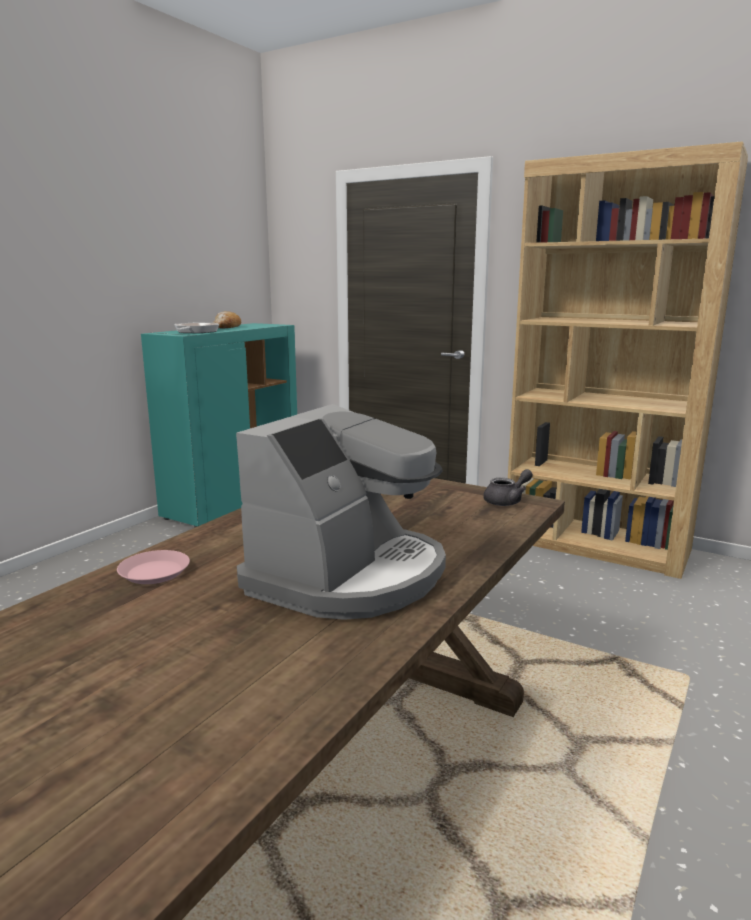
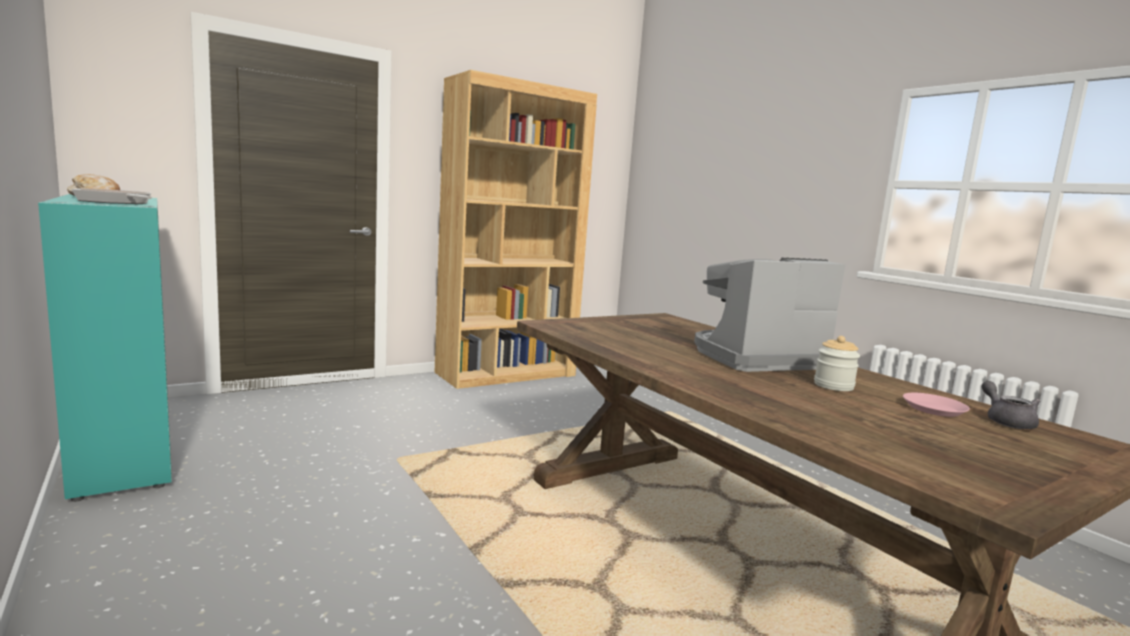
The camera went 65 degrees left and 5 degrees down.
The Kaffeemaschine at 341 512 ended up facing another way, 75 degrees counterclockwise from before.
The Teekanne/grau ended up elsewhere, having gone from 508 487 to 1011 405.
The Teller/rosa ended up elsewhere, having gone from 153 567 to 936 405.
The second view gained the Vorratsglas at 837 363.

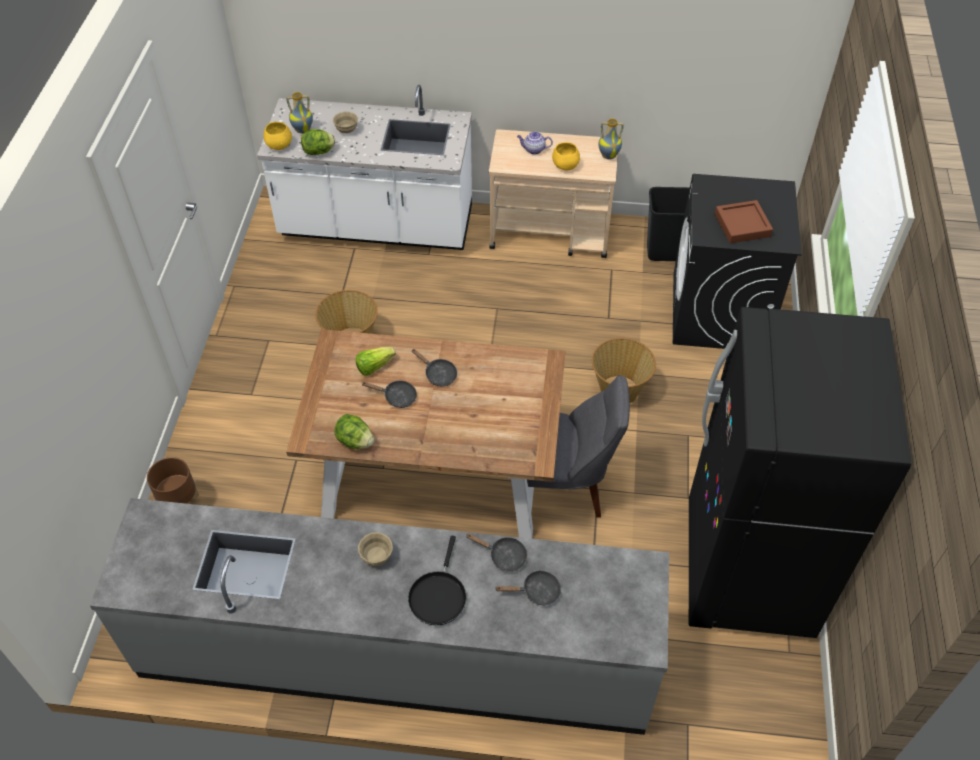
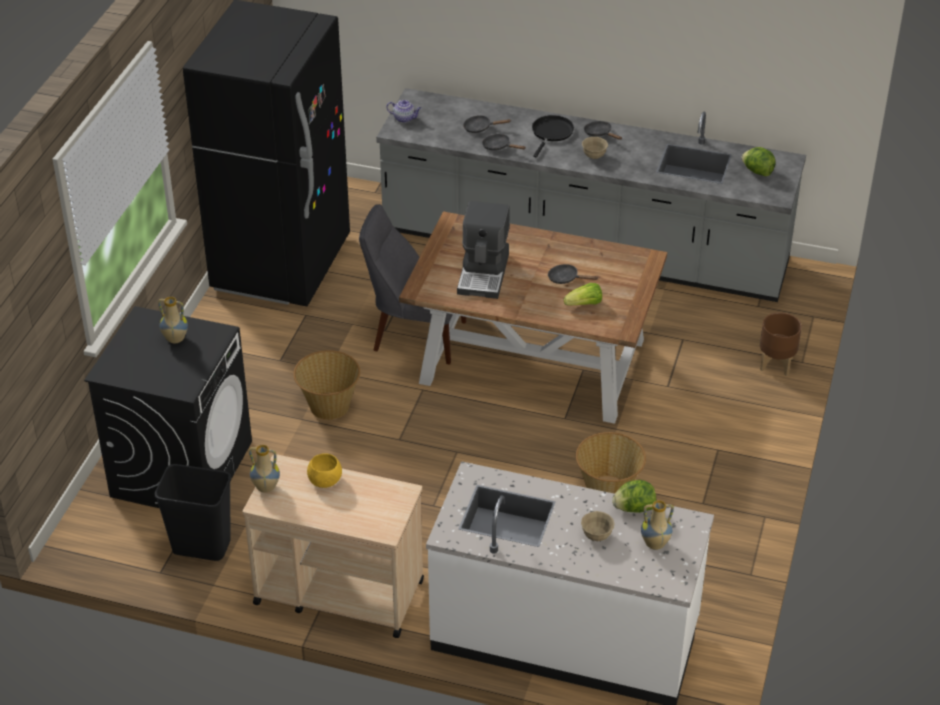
The camera went 170 degrees left and 10 degrees down.
The second view lost the Schüssel/gelb at 278 136.
The Teekanne ended up elsewhere, having gone from 535 143 to 403 111.
Where the Tablett/braun stood at 744 221, the Vase came to stand at 173 320.
The Pfanne/schwarz ended up elsewhere, having gone from 434 367 to 603 130.
The Salatkopf ended up elsewhere, having gone from 354 431 to 758 162.
The second view gained the Kaffeemaschine at 483 250.

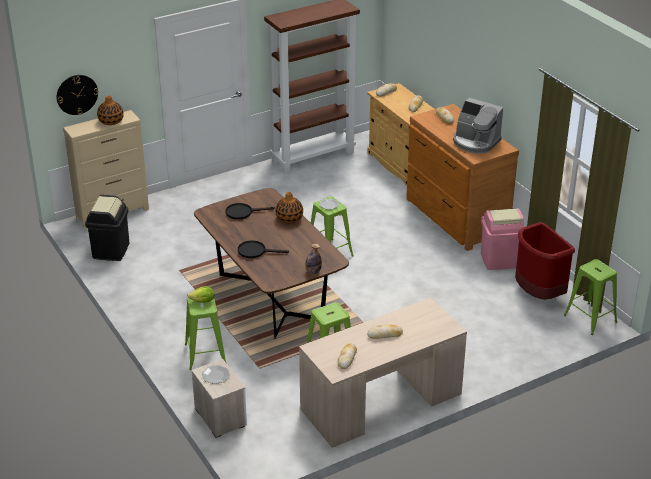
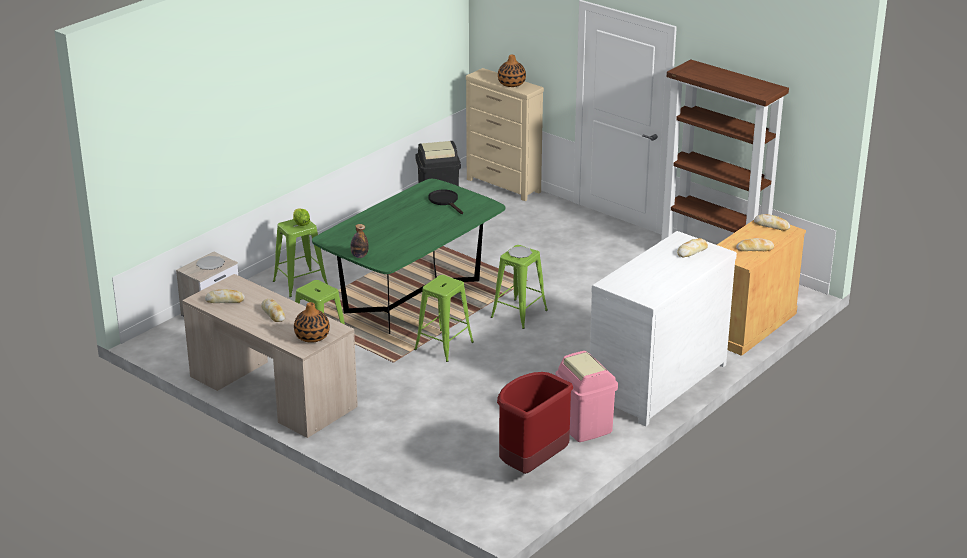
The camera went 70 degrees right and 5 degrees down.
The second view lost the Wanduhr at 77 95.
The second view lost the Kaffeemaschine at 478 126.
What was the Kommode/braun at 462 177 turned into the Kommode/weiß at 663 328.
What was the Esstisch/braun at 271 263 turned into the Esstisch/grün at 408 256.
The Vase ended up elsewhere, having gone from 289 207 to 312 322.
The second view lost the Pfanne/schwarz at 263 249.
The Hocker/grün ended up elsewhere, having gone from 590 297 to 444 318.

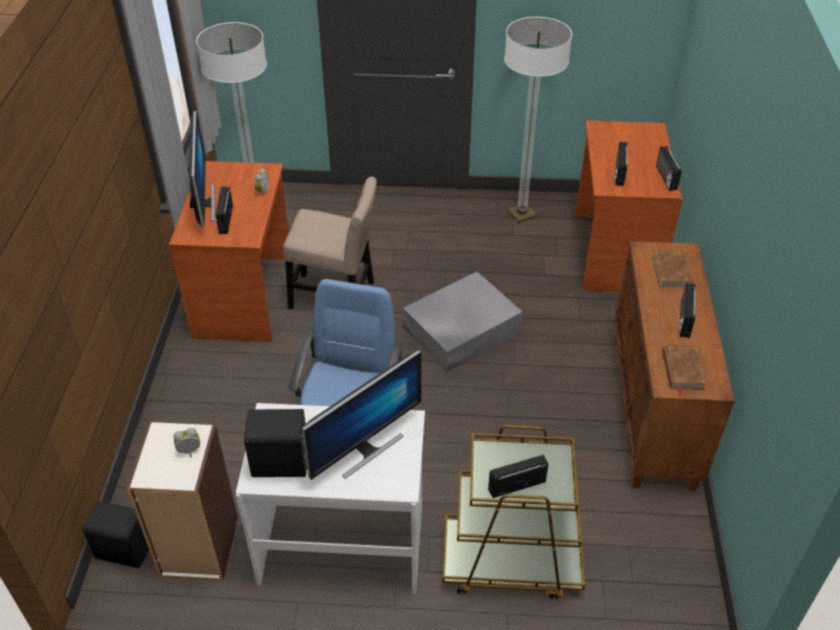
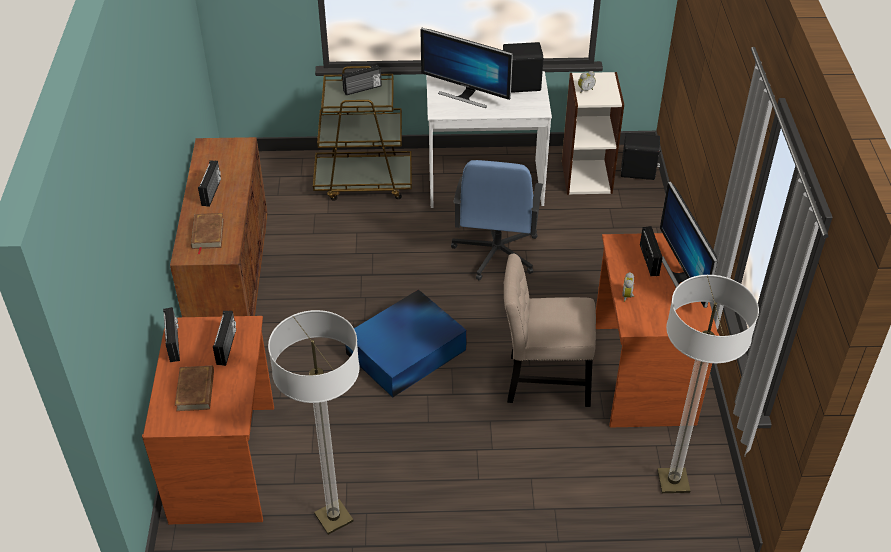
The camera went 175 degrees right and 0 degrees up.
What was the Aufbewahrungsbox/grau at 463 322 turned into the Aufbewahrungsbox/blau at 406 343.
The Buch/braun ended up elsewhere, having gone from 684 370 to 194 388.
The Monitor at 361 414 ended up facing another way, 105 degrees counterclockwise from before.

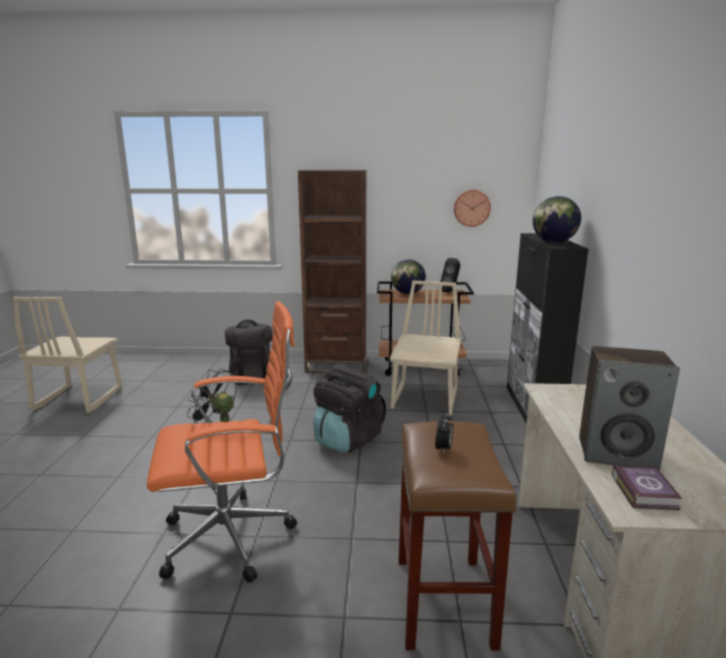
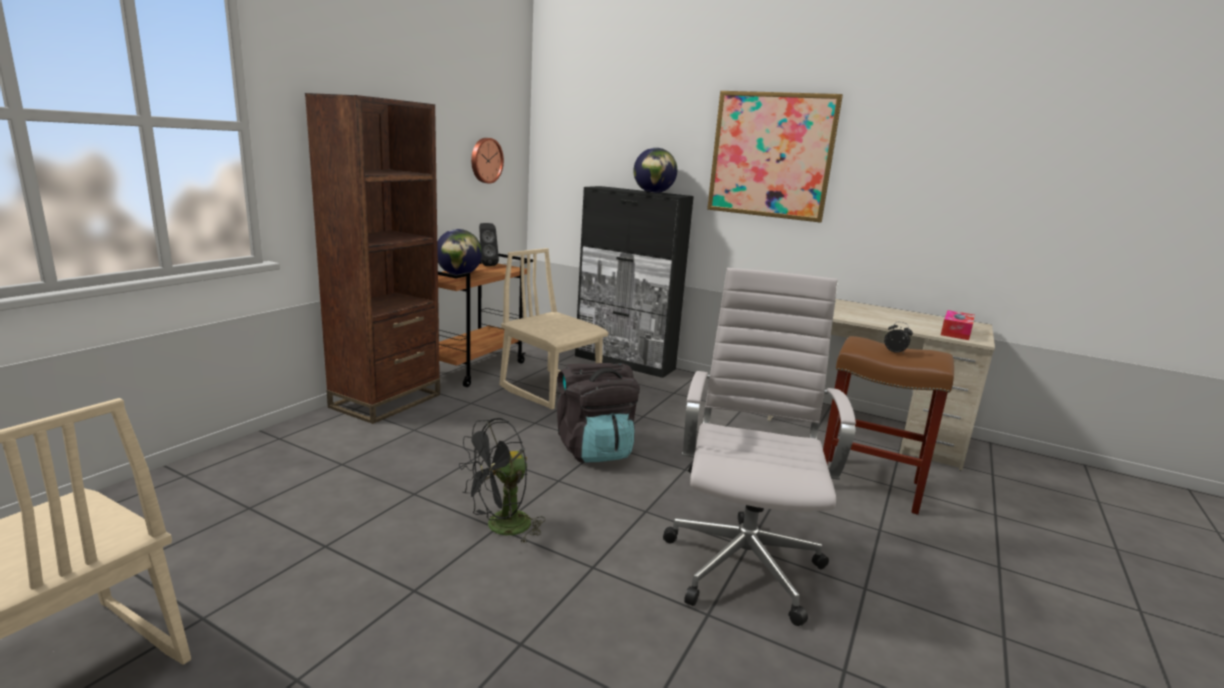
The camera went 65 degrees left and 0 degrees up.
What was the Bürostuhl/orange at 222 442 turned into the Bürostuhl/weiß at 759 447.
The second view lost the Rucksack/schwarz at 249 352.
The second view lost the Lautsprecher at 629 408.
Where the Buch stood at 647 487, the Taschentuchbox came to stand at 958 325.
The second view gained the Bild at 775 157.

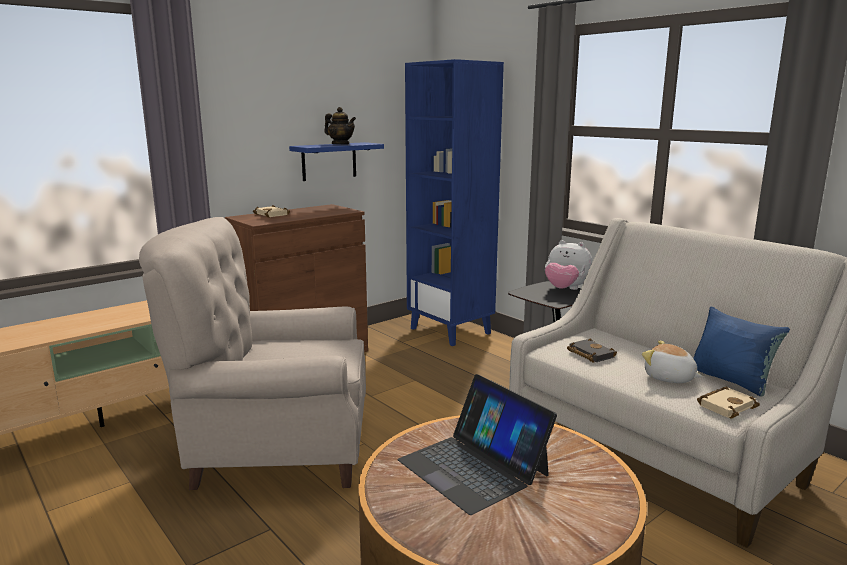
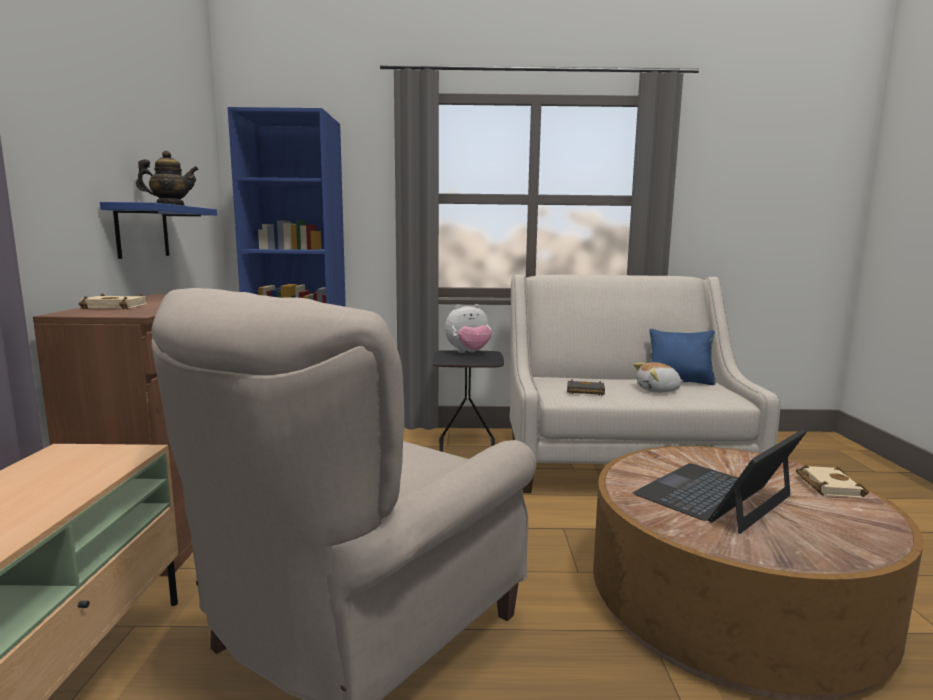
The camera went 50 degrees left and 5 degrees down.
The Laptop at 477 444 ended up facing another way, 135 degrees clockwise from before.
The Buch/beige ended up elsewhere, having gone from 728 402 to 832 481.

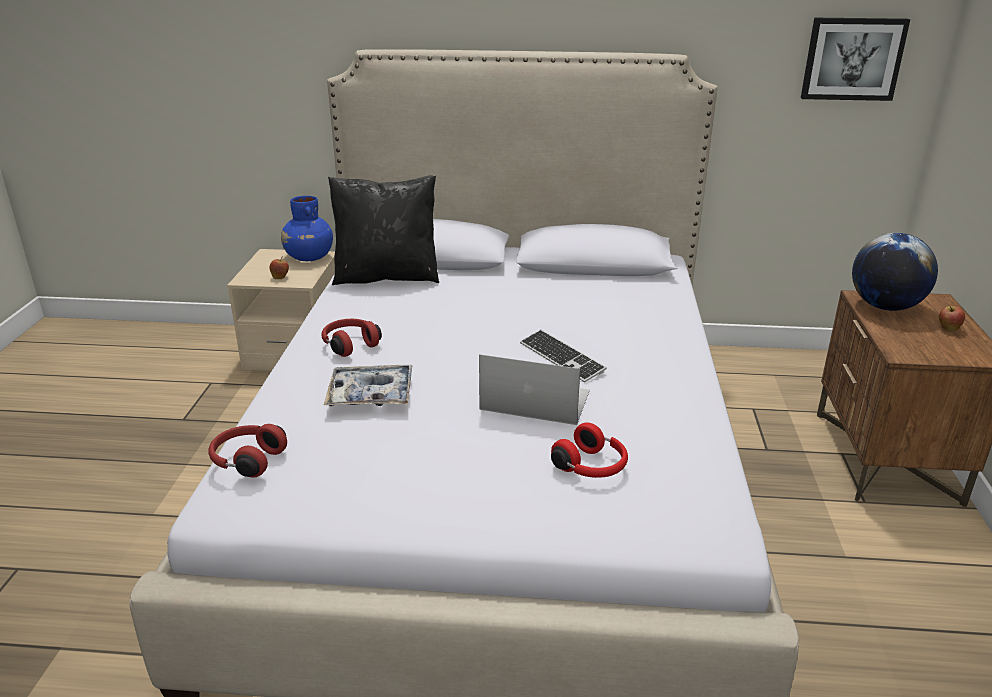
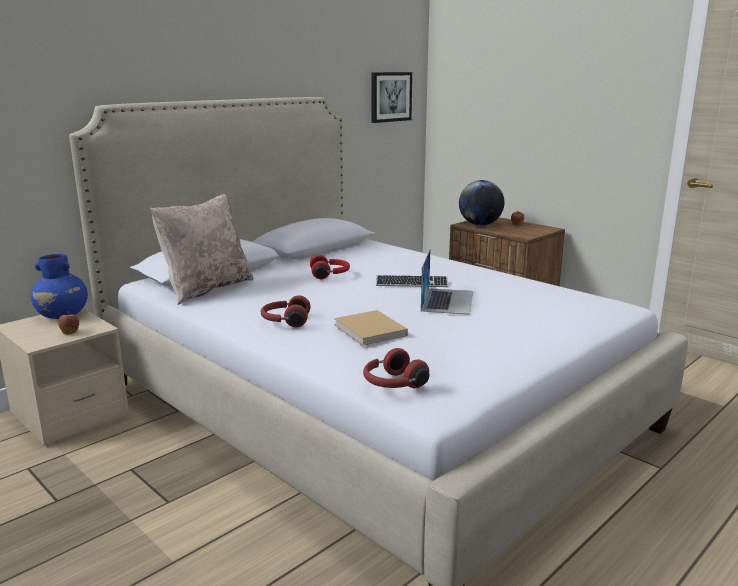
The camera went 50 degrees left and 10 degrees down.
What was the Kissen/schwarz at 383 230 turned into the Kissen/beige at 201 249.
The Laptop at 534 389 ended up facing another way, 135 degrees clockwise from before.
Where the Tablett stood at 368 385, the Buch/beige came to stand at 371 328.
The Kopfhörer/rot ended up elsewhere, having gone from 589 450 to 330 267.

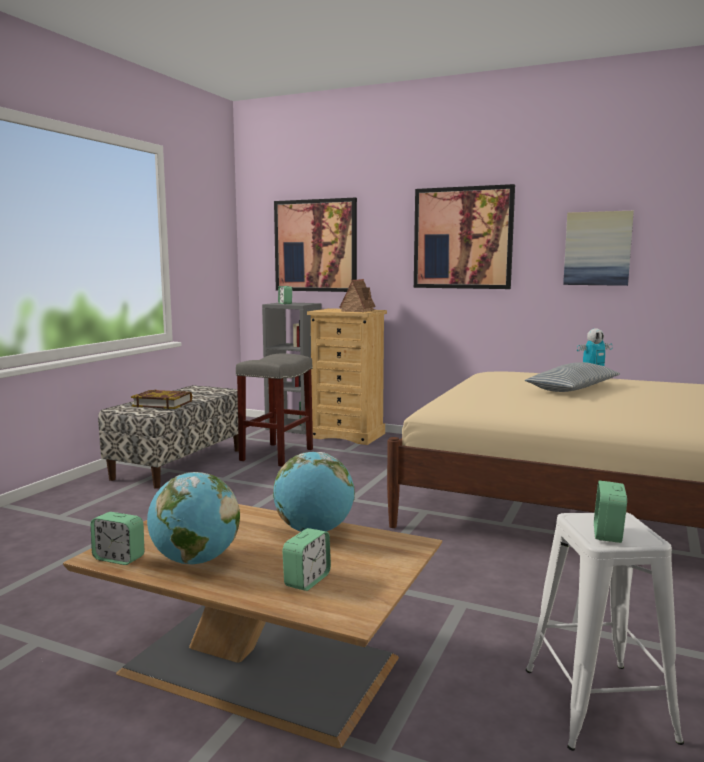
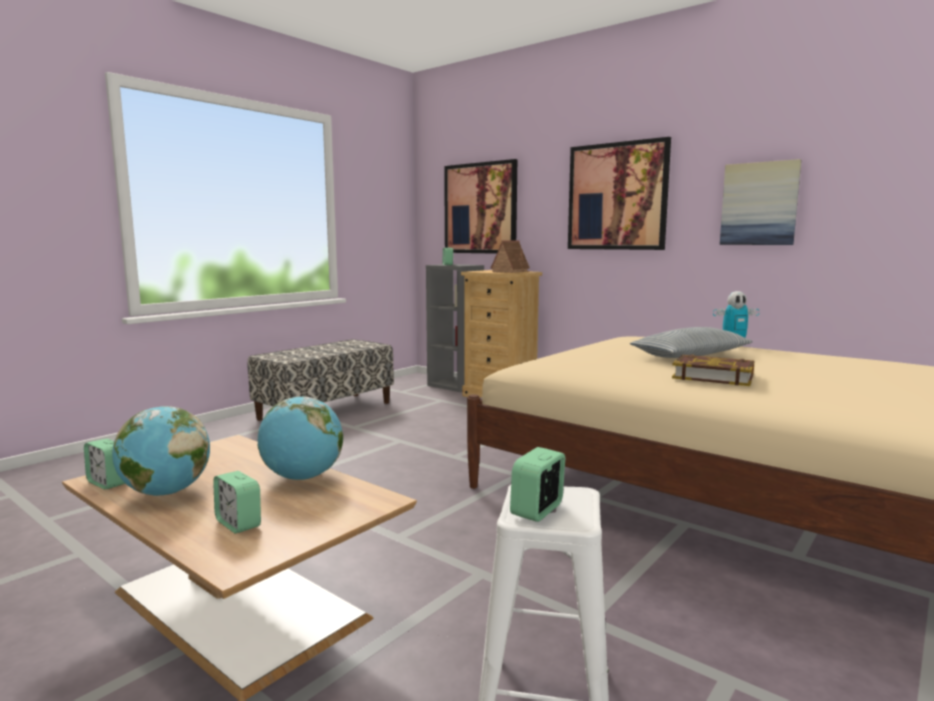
The camera went 15 degrees right and 0 degrees up.
The second view lost the Hocker/grau at 274 410.
The Buch ended up elsewhere, having gone from 161 399 to 713 370.
The Wecker at 306 559 ended up facing another way, 90 degrees clockwise from before.

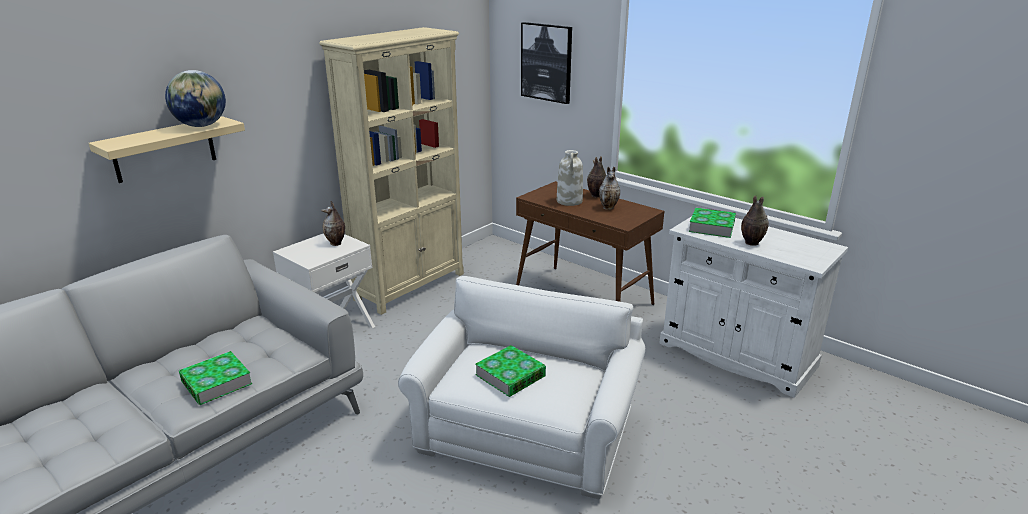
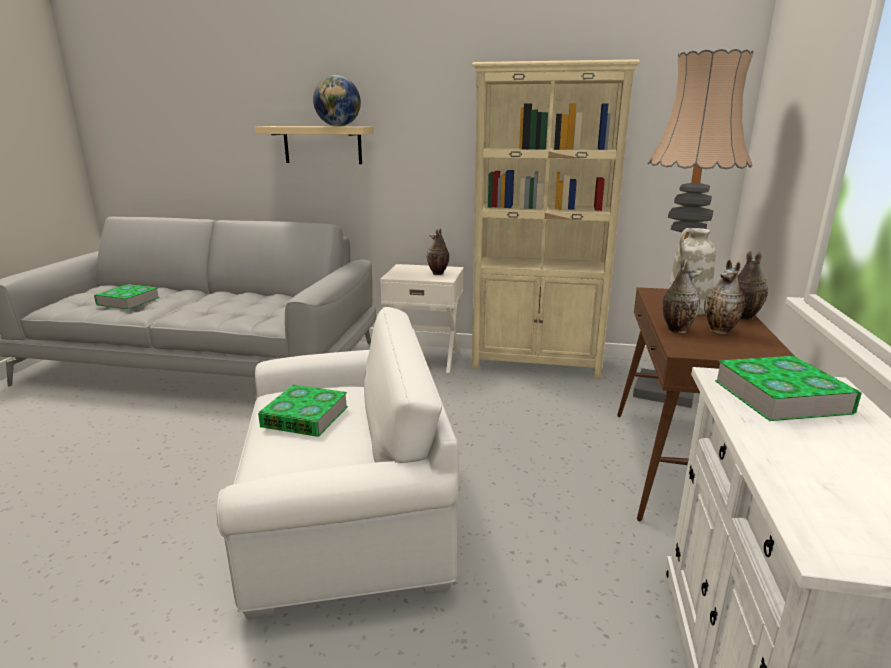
The camera went 60 degrees right and 5 degrees down.
The second view lost the Bild at 546 63.
The Vase ended up elsewhere, having gone from 755 221 to 682 296.
The Buch ended up elsewhere, having gone from 215 378 to 127 296.
The second view gained the Stehlampe at 693 228.

